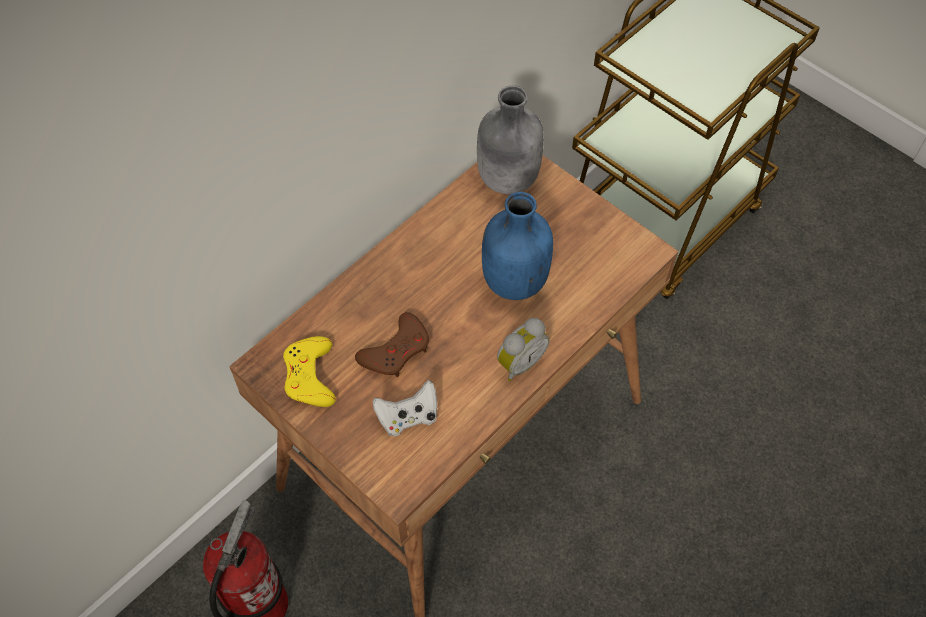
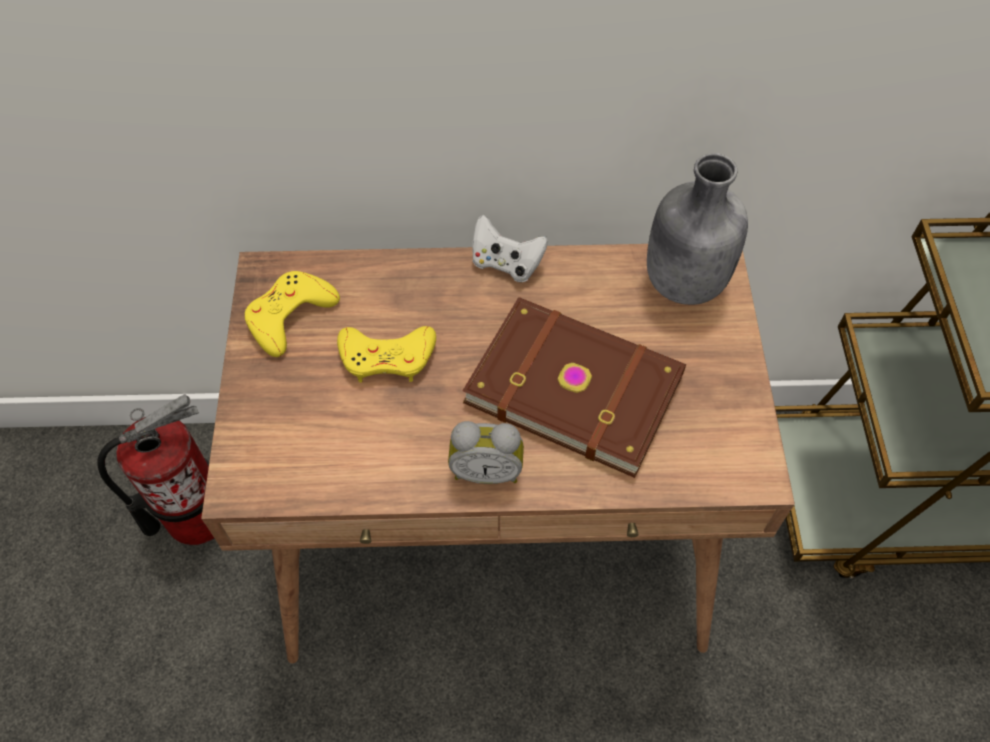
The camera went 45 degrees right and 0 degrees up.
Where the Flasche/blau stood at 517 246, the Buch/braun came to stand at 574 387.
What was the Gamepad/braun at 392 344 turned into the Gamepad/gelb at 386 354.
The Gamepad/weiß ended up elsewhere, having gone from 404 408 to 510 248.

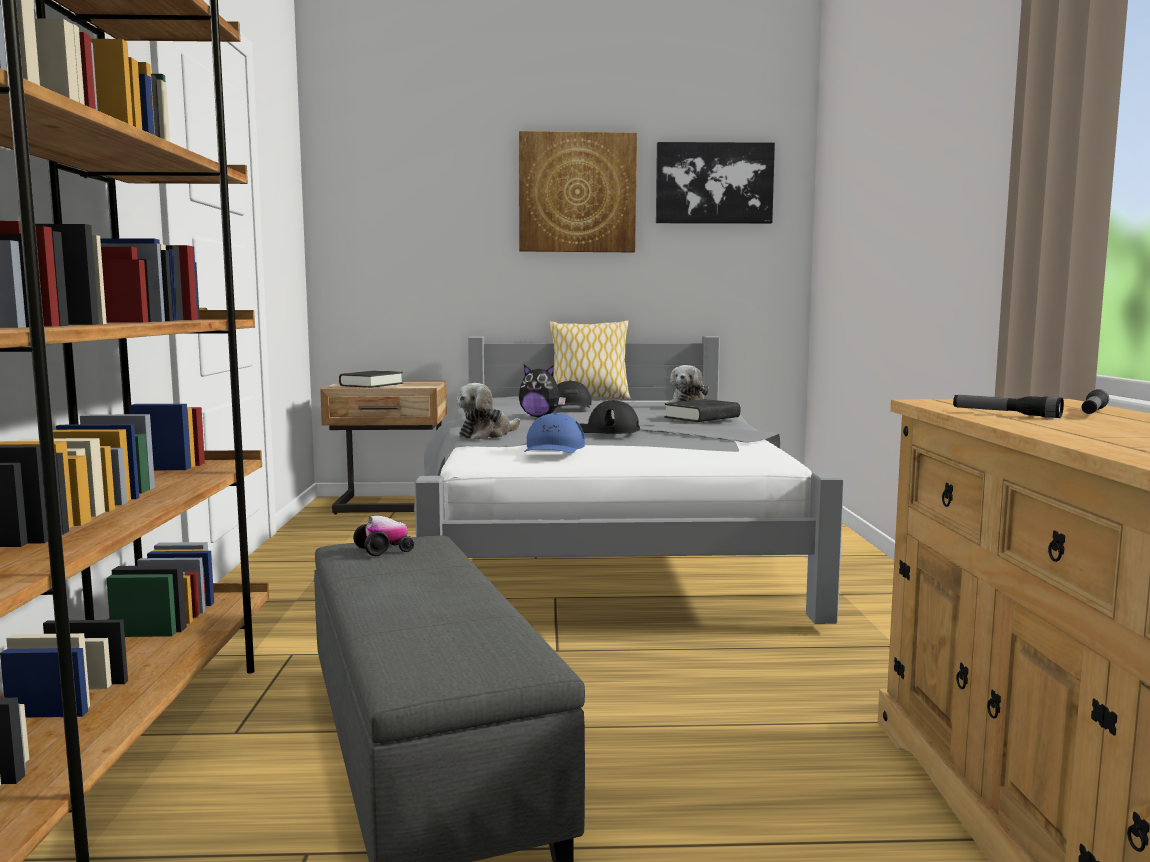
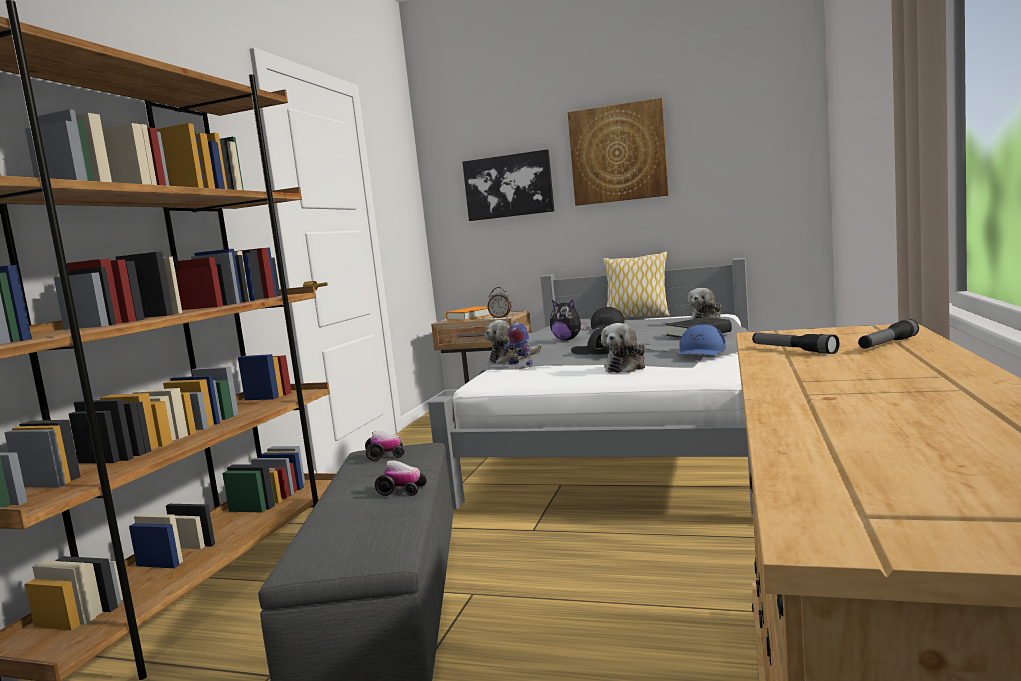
The camera went 20 degrees right and 0 degrees up.
The Bild ended up elsewhere, having gone from 715 183 to 508 185.
What was the Buch/schwarz at 371 379 turned into the Buch/orange at 469 314.
The Kappe/blau ended up elsewhere, having gone from 554 433 to 701 340.
The second view gained the Wecker at 499 303.
The second view gained the Spielzeugroboter at 518 333.
The second view gained the Plüschtier at 623 348.
The second view gained the Spielzeugauto at 401 478.

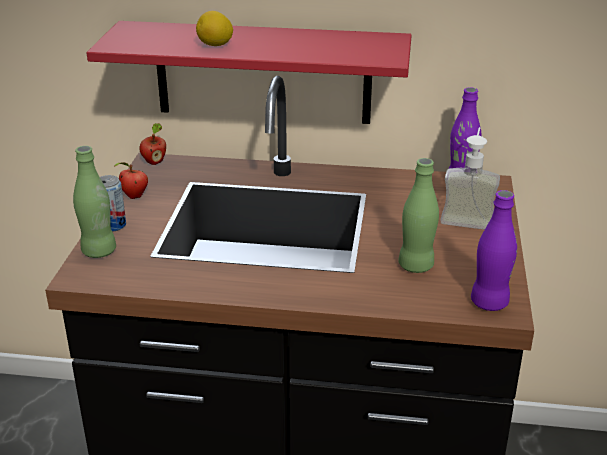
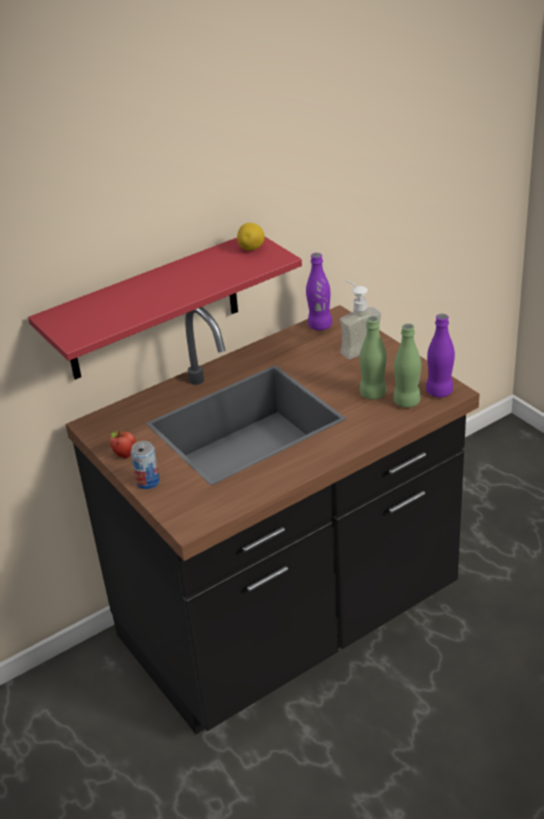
The camera went 40 degrees left and 5 degrees up.
The Zitrone ended up elsewhere, having gone from 214 28 to 251 237.
The second view lost the Apfel at 152 144.
The Flasche/grün ended up elsewhere, having gone from 94 202 to 407 365.

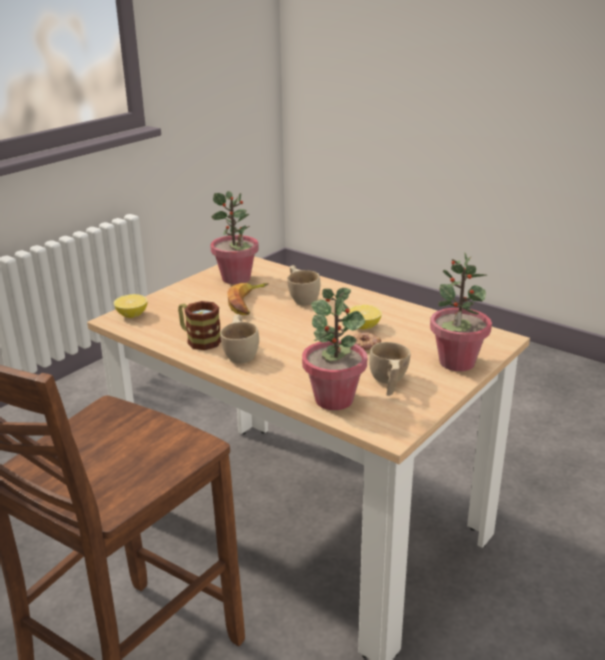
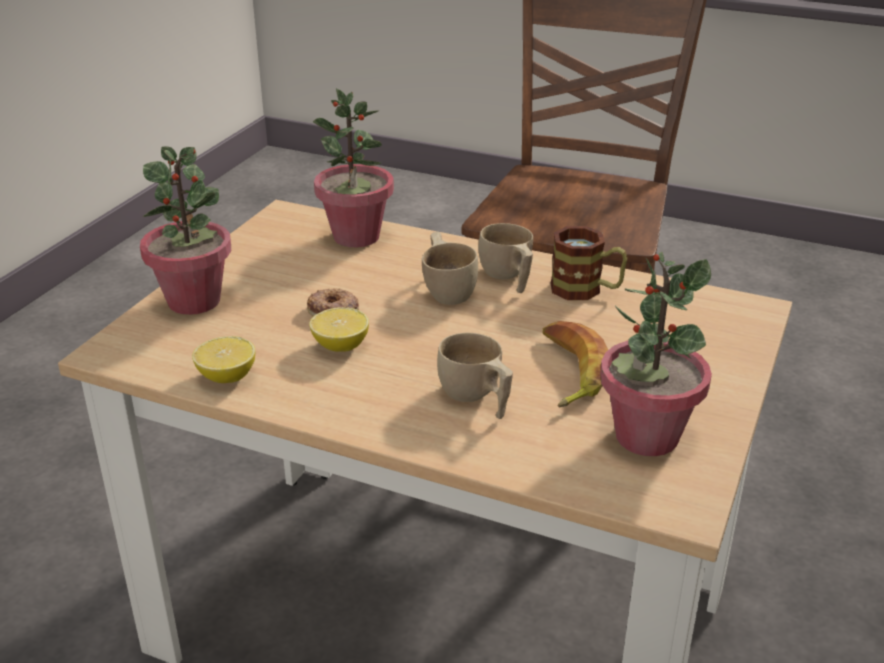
The camera went 165 degrees right and 5 degrees up.
The Zitrone ended up elsewhere, having gone from 131 306 to 223 359.
The Tasse/beige ended up elsewhere, having gone from 389 369 to 450 268.

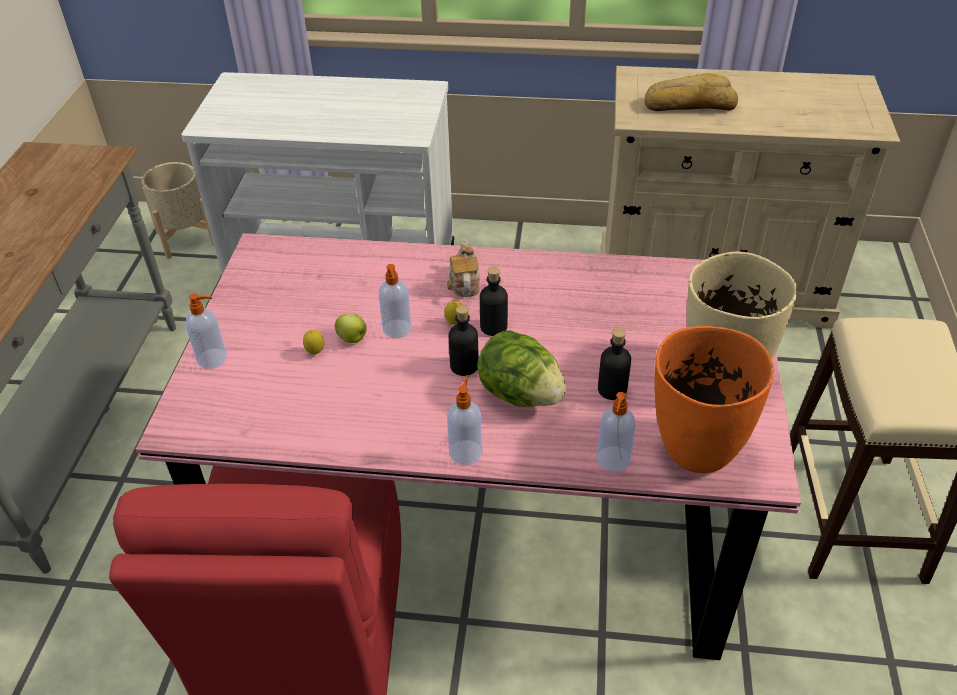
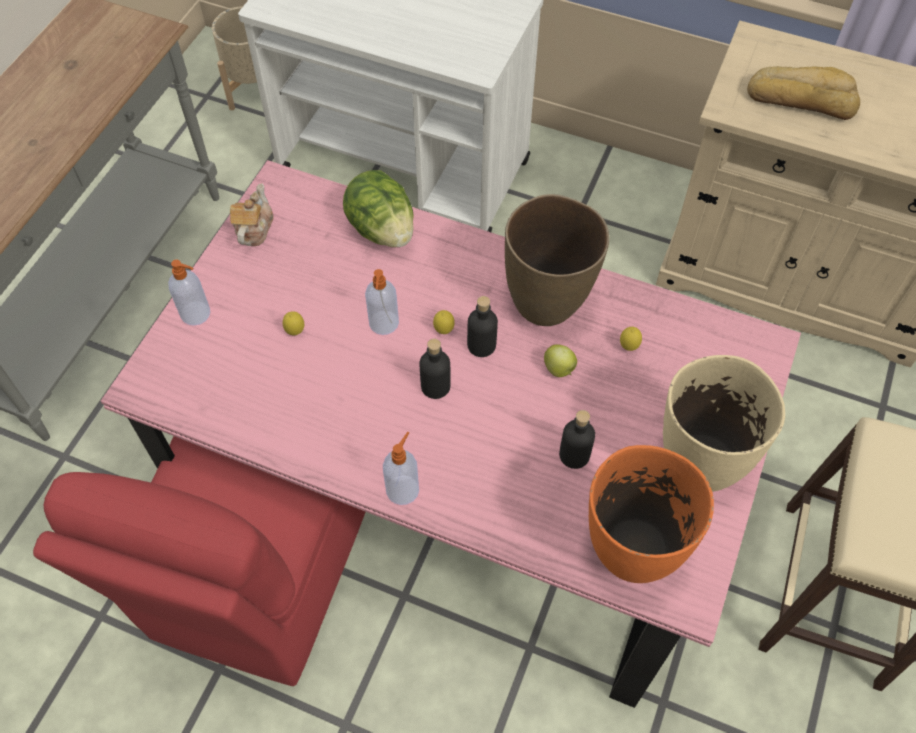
The camera went 15 degrees right and 15 degrees up.
The Teekanne ended up elsewhere, having gone from 463 268 to 252 214.
The Apfel ended up elsewhere, having gone from 351 328 to 560 360.
The Salatkopf ended up elsewhere, having gone from 521 368 to 378 208.
The second view lost the Seifenspender at 616 431.
The second view gained the Vase/braun at 557 260.
The second view gained the Zitrone at 631 339.

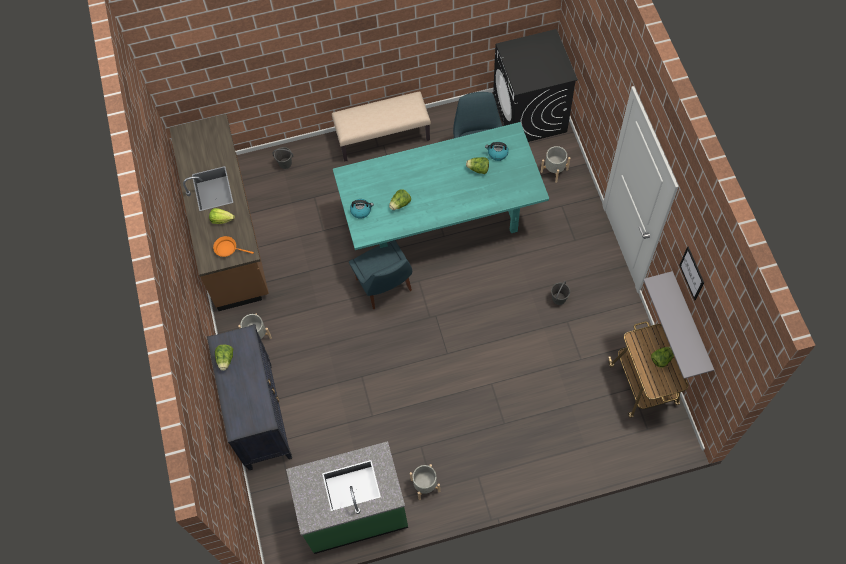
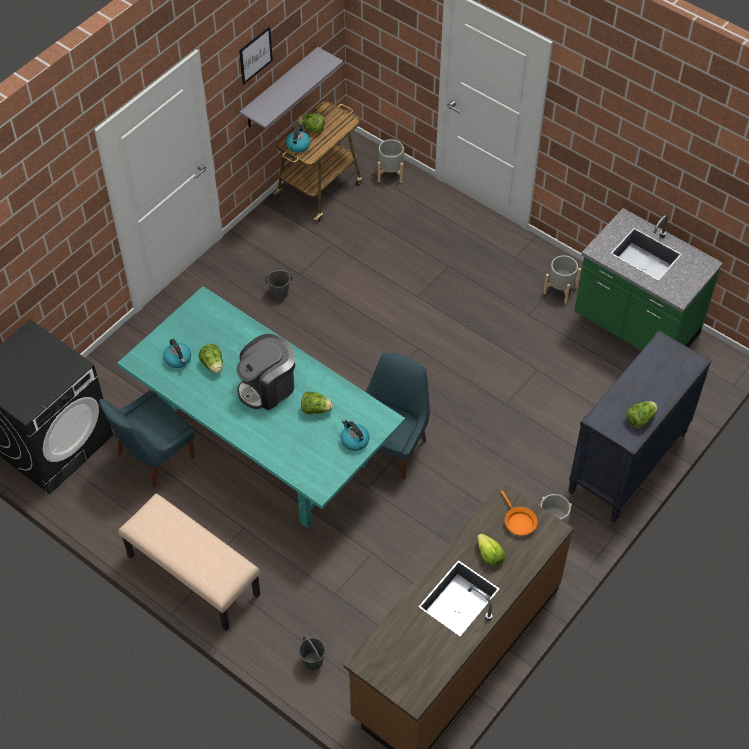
The camera went 130 degrees left and 10 degrees down.
The Pflanzkübel/grau ended up elsewhere, having gone from 555 164 to 391 161.
The second view gained the Wasserkessel at 298 139.
The second view gained the Kaffeemaschine at 265 372.

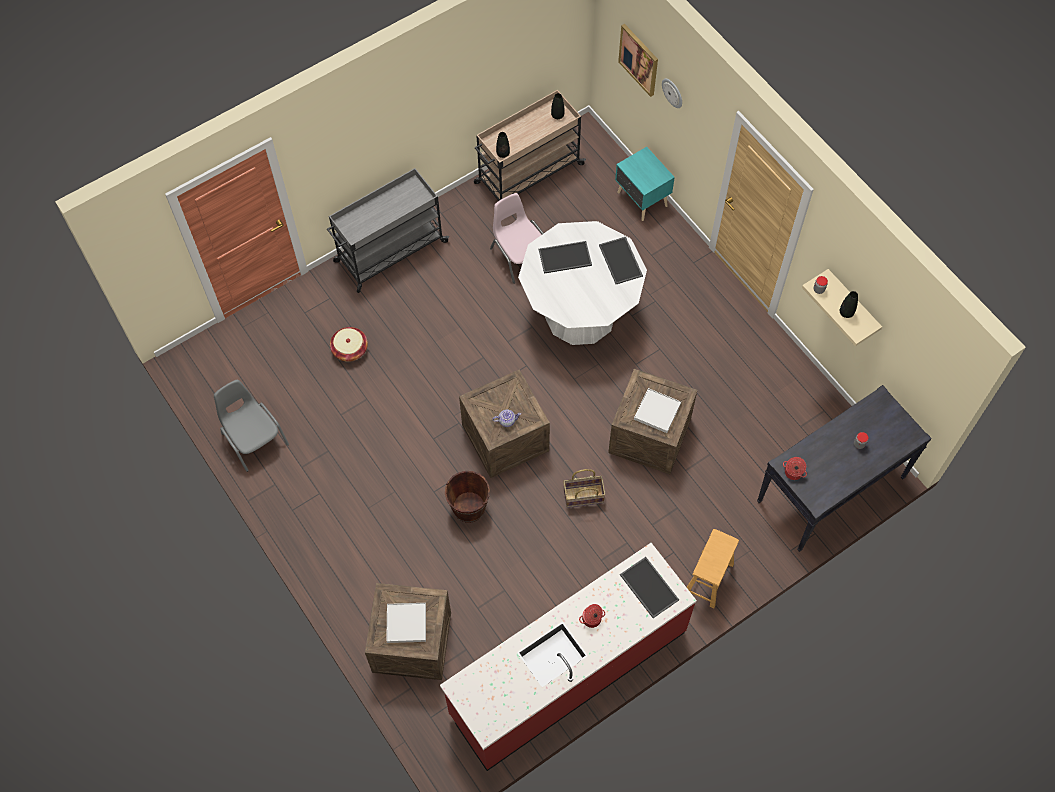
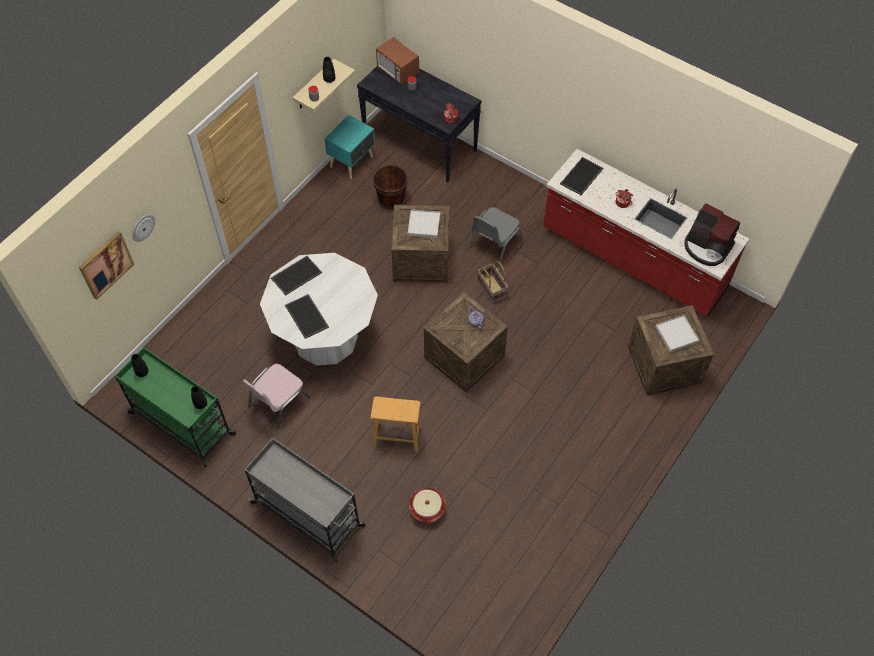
The camera went 110 degrees left and 5 degrees down.
What was the Rollwagen/beige at 530 145 turned into the Rollwagen/grün at 175 407.
The Nachttisch/türkis ended up elsewhere, having gone from 645 184 to 349 147.
The Stuhl/grau ended up elsewhere, having gone from 251 426 to 495 236.
The Eimer/braun ended up elsewhere, having gone from 467 497 to 390 187.
The Hocker/braun ended up elsewhere, having gone from 713 568 to 396 424.
The second view gained the Mikrowelle at 397 61.
The second view gained the Kaffeemaschine at 712 234.

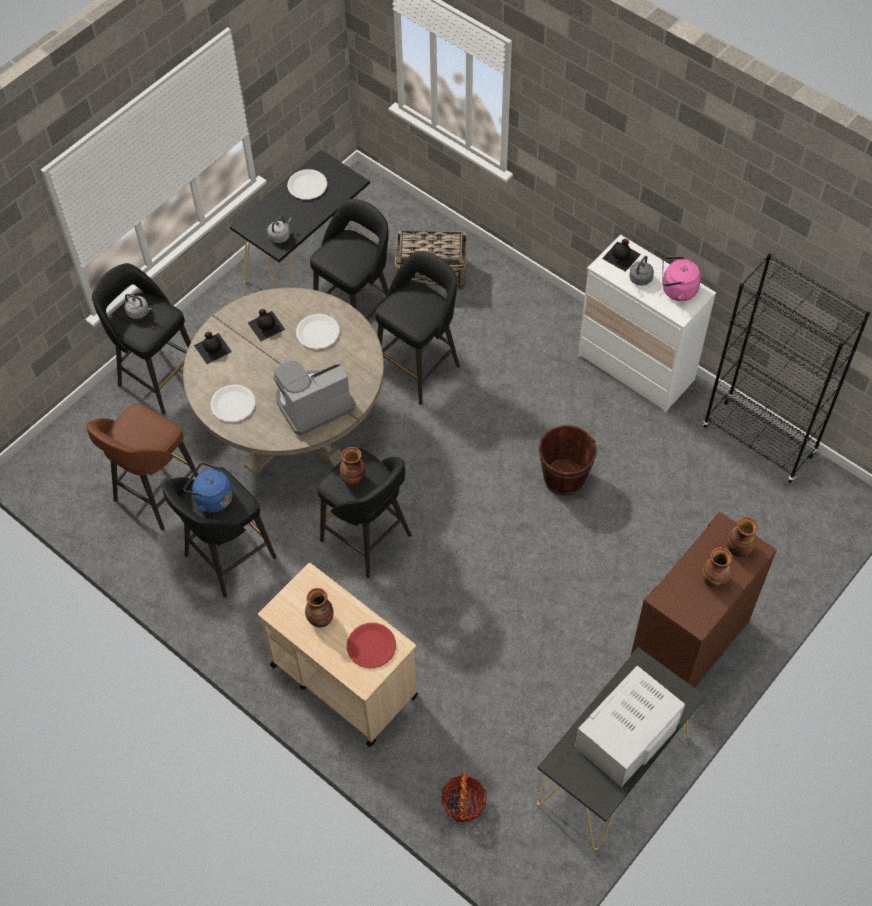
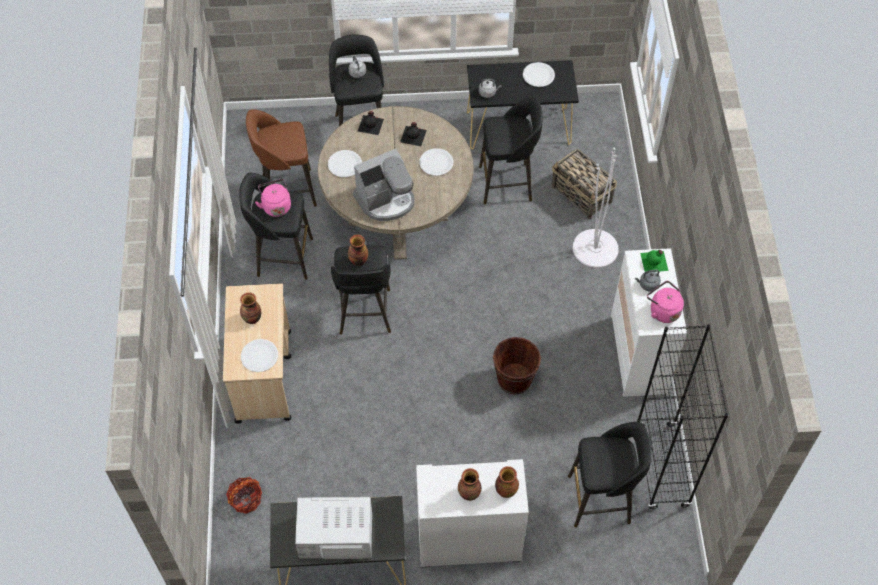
The camera went 45 degrees right and 0 degrees up.
What was the Flasche/schwarz at 621 255 turned into the Flasche/grün at 654 261.
The Hocker/schwarz ended up elsewhere, having gone from 417 328 to 610 474.
The Kaffeemaschine at 314 398 ended up facing another way, 135 degrees clockwise from before.
What was the Wasserkessel/blau at 208 487 turned into the Wasserkessel/rosa at 273 198.
What was the Schrank/braun at 703 600 turned into the Schrank/weiß at 472 513.
What was the Teller/rot at 371 645 turned into the Teller/weiß at 259 355.
The second view gained the Stehlampe/weiß at 595 207.

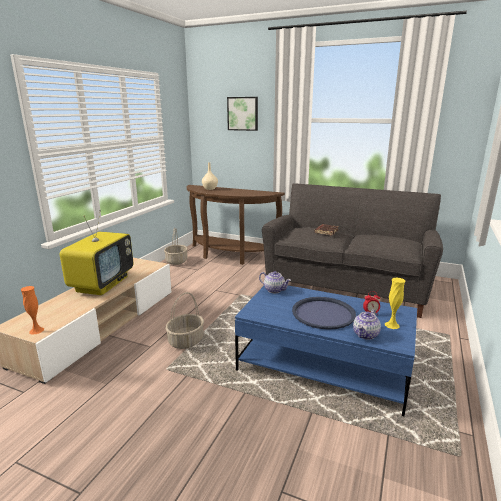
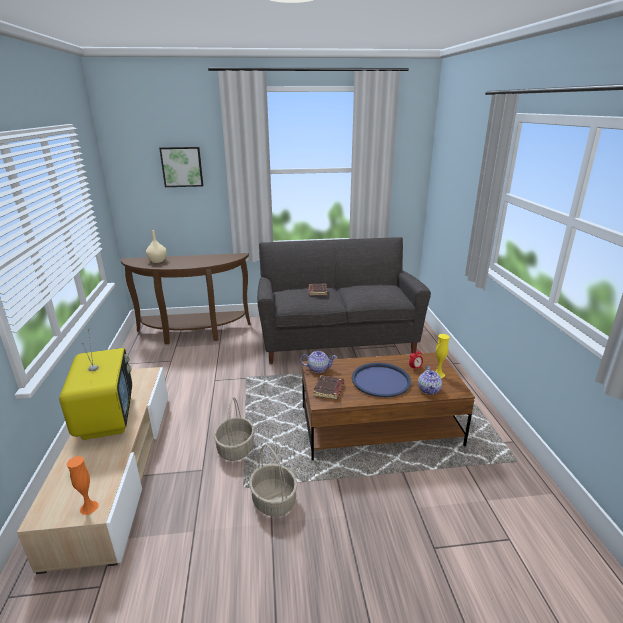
The camera went 30 degrees left and 5 degrees up.
The Korb ended up elsewhere, having gone from 176 246 to 273 480.
What was the Couchtisch/blau at 326 350 turned into the Couchtisch/braun at 388 406.
The second view gained the Buch/braun at 328 387.

